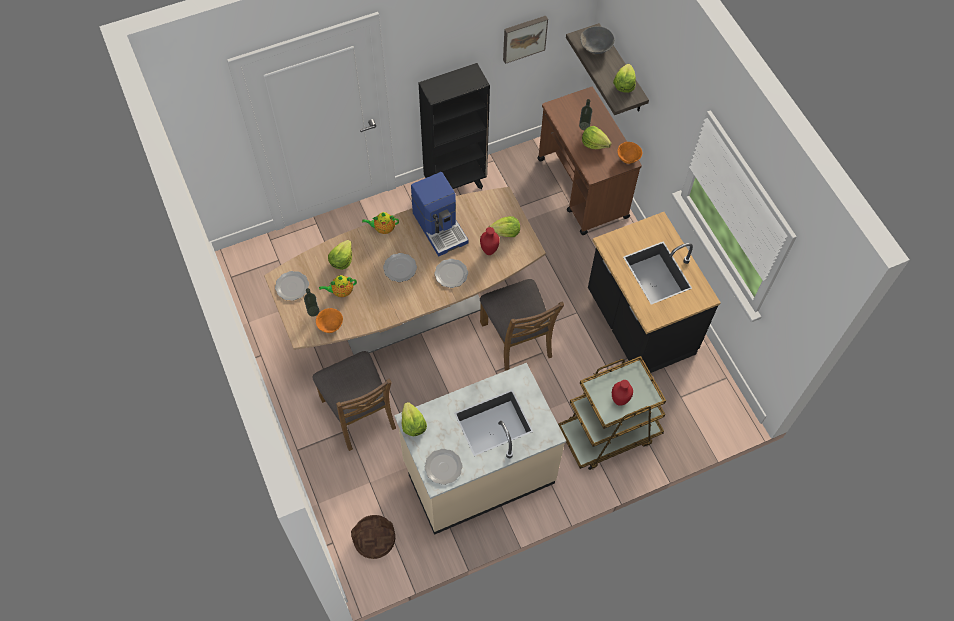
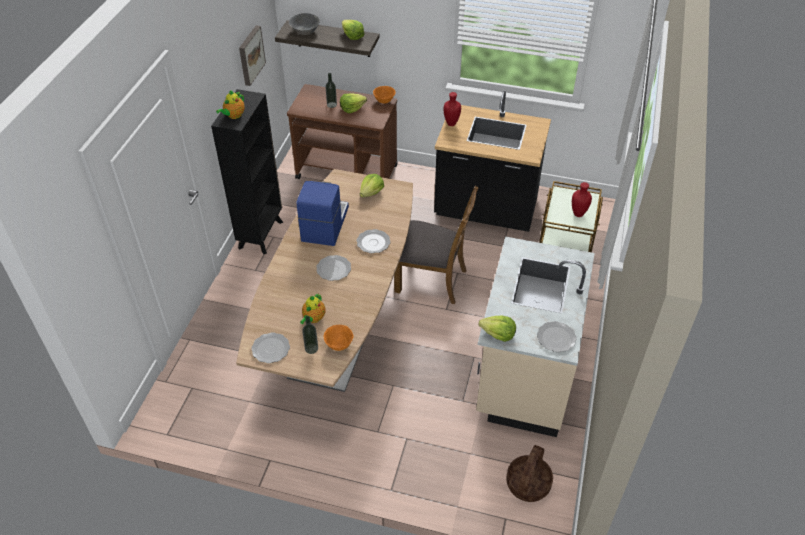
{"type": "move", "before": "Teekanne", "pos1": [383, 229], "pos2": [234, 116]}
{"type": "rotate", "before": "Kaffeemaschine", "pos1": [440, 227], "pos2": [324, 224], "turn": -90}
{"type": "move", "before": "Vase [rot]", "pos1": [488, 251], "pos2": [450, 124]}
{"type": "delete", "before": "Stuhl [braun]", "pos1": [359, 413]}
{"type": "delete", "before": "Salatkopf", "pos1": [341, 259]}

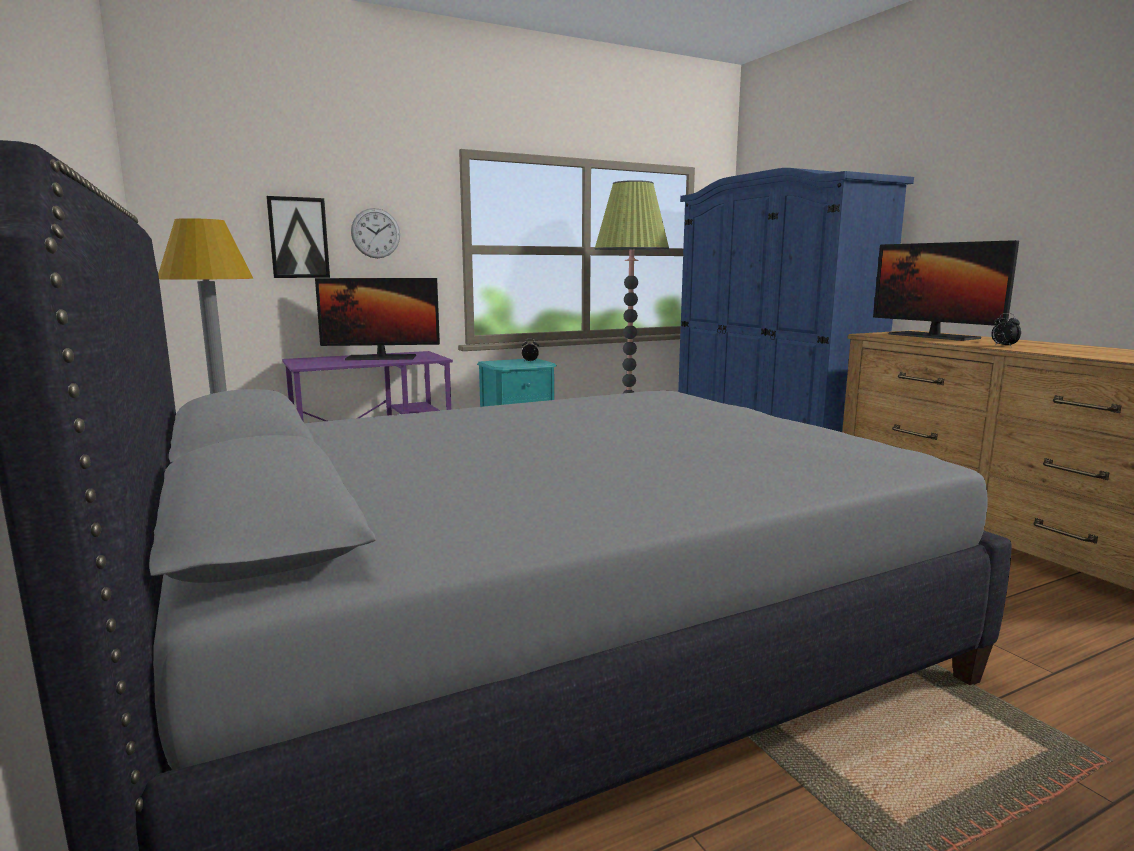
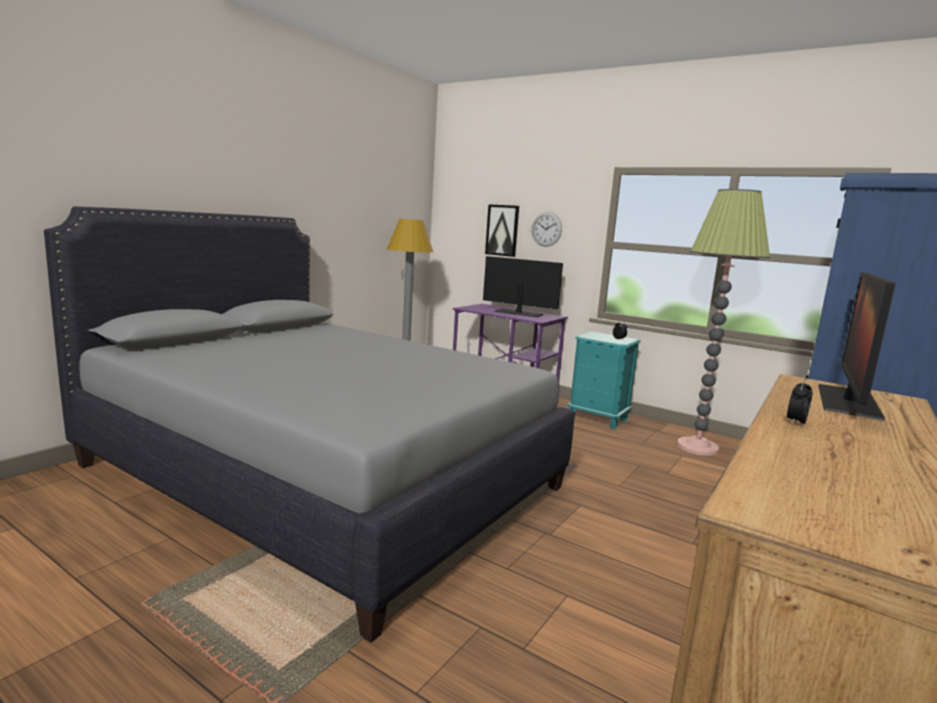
{"type": "rotate", "before": "Monitor", "pos1": [381, 357], "pos2": [518, 313], "turn": 150}

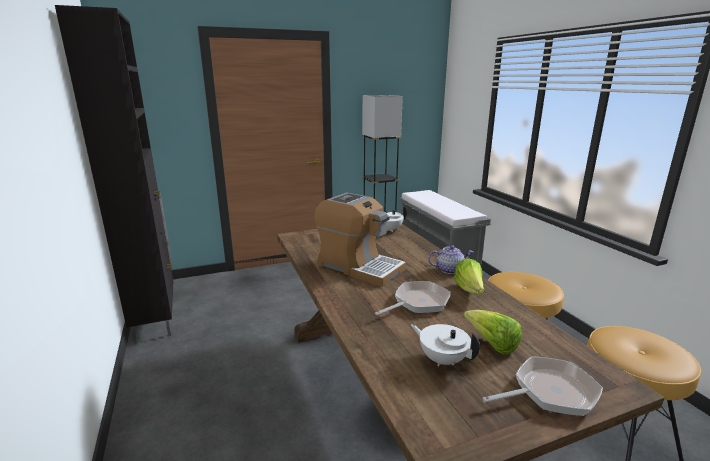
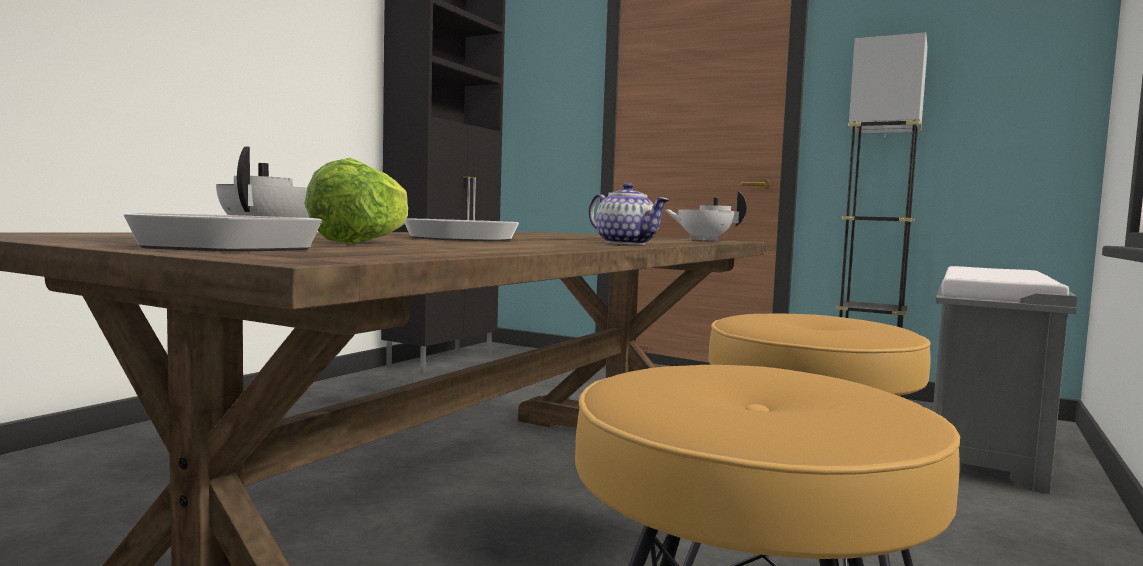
{"type": "delete", "before": "Kaffeemaschine", "pos1": [359, 267]}
{"type": "delete", "before": "Salatkopf", "pos1": [469, 290]}

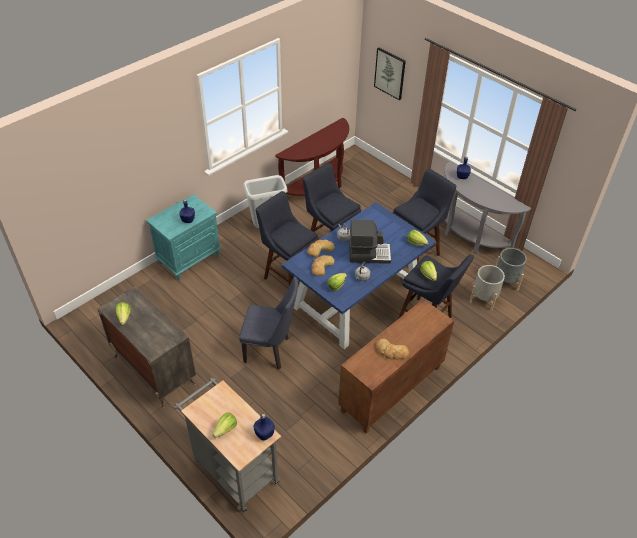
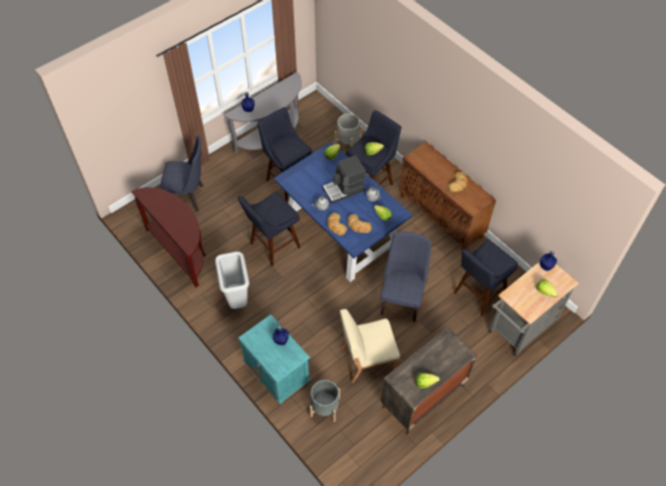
{"type": "insert", "after": "Stuhl [blau]", "pos2": [189, 197]}
{"type": "move", "before": "Pflanzkübel [grau]", "pos1": [506, 281], "pos2": [325, 407]}
{"type": "rotate", "before": "Kaffeemaschine", "pos1": [369, 254], "pos2": [344, 190], "turn": -120}
{"type": "insert", "after": "Stuhl [beige]", "pos2": [367, 359]}
{"type": "move", "before": "Hocker [blau]", "pos1": [288, 276], "pos2": [477, 295]}
{"type": "delete", "before": "Bild", "pos1": [390, 73]}

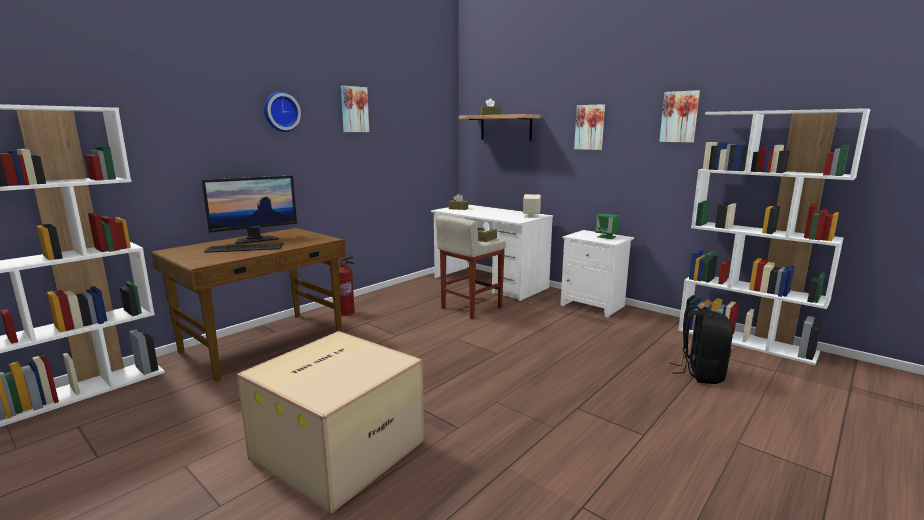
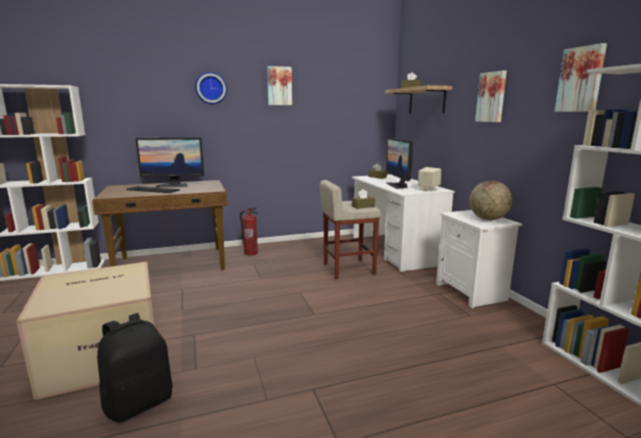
{"type": "move", "before": "Rucksack [schwarz]", "pos1": [700, 373], "pos2": [139, 402]}
{"type": "insert", "after": "Monitor", "pos2": [398, 185]}
{"type": "replace", "before": "Lautsprecher [grün]", "after": "Globus", "pos1": [606, 237], "pos2": [488, 219]}

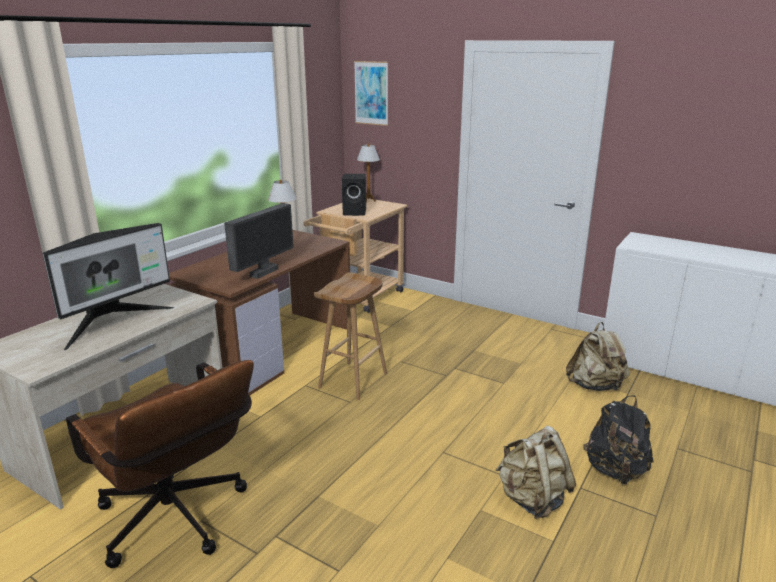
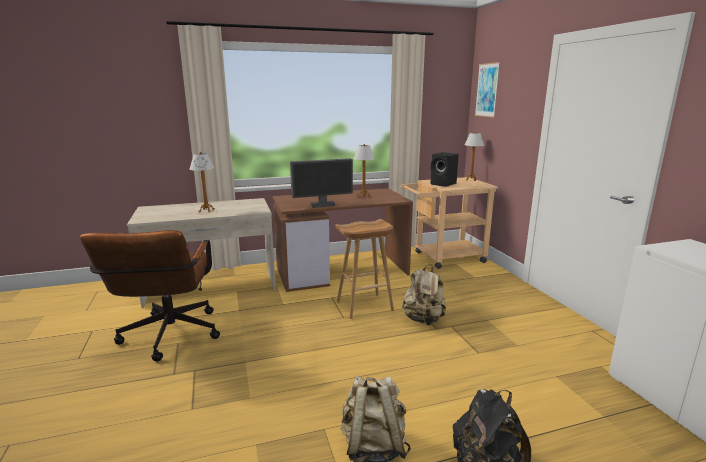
{"type": "replace", "before": "Monitor", "after": "Tischlampe", "pos1": [114, 323], "pos2": [206, 210]}
{"type": "move", "before": "Rucksack [beige]", "pos1": [595, 386], "pos2": [423, 320]}

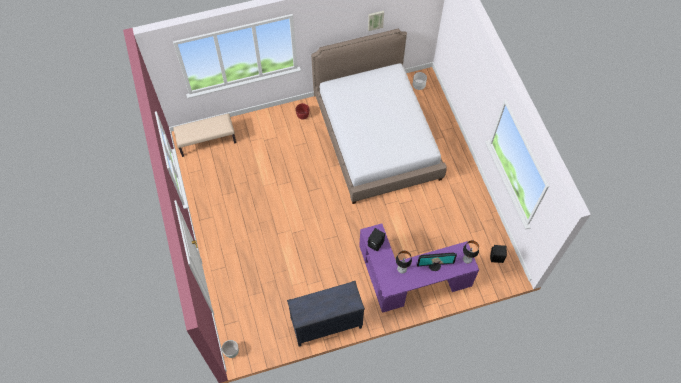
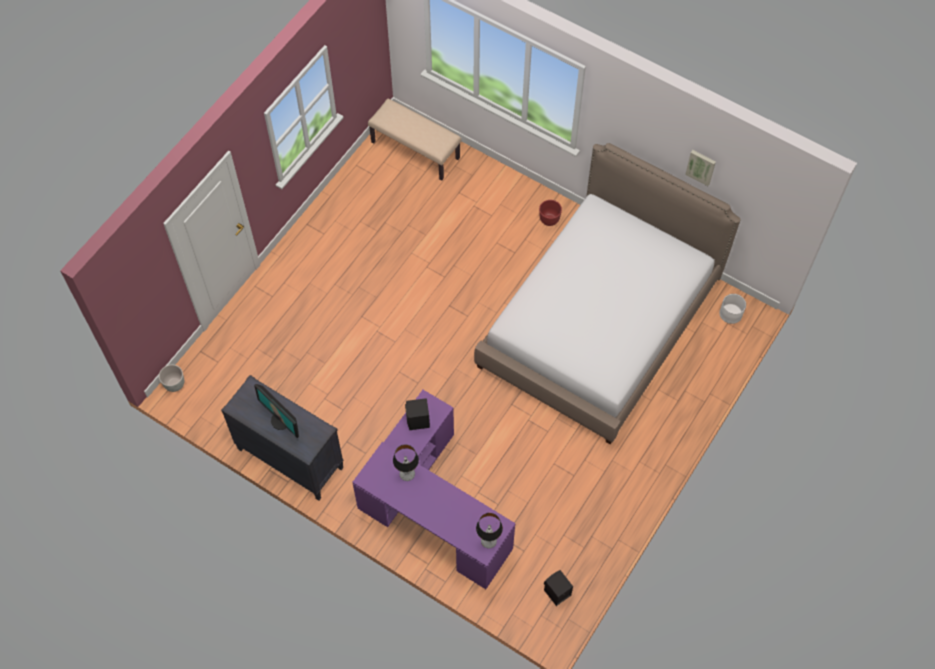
{"type": "move", "before": "Monitor", "pos1": [434, 265], "pos2": [280, 420]}

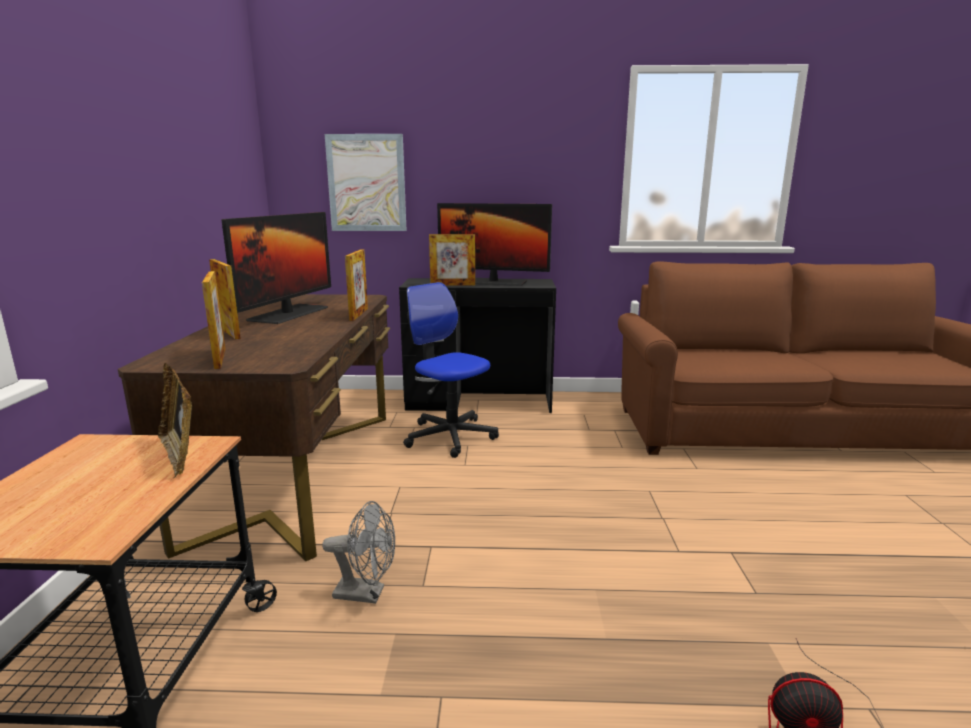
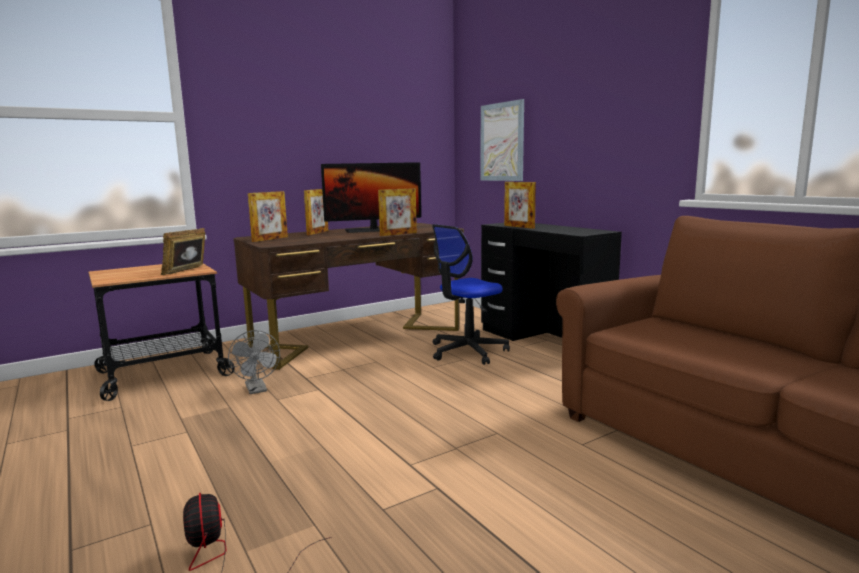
{"type": "rotate", "before": "Bürostuhl", "pos1": [450, 436], "pos2": [467, 351], "turn": -135}
{"type": "delete", "before": "Monitor", "pos1": [493, 282]}

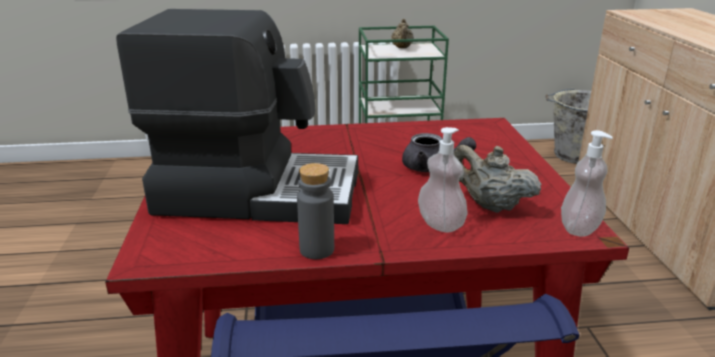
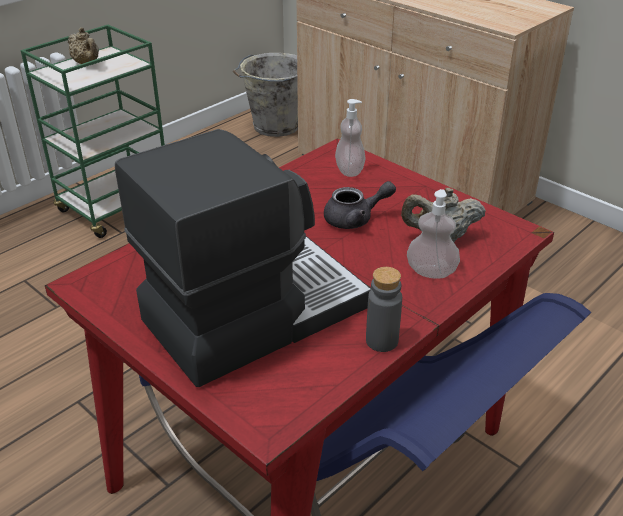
{"type": "move", "before": "Seifenspender", "pos1": [579, 228], "pos2": [349, 170]}

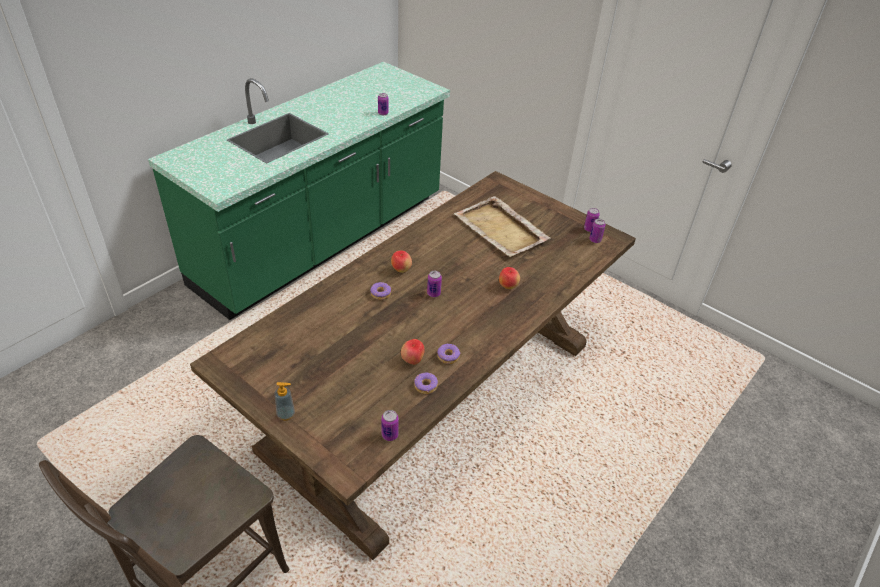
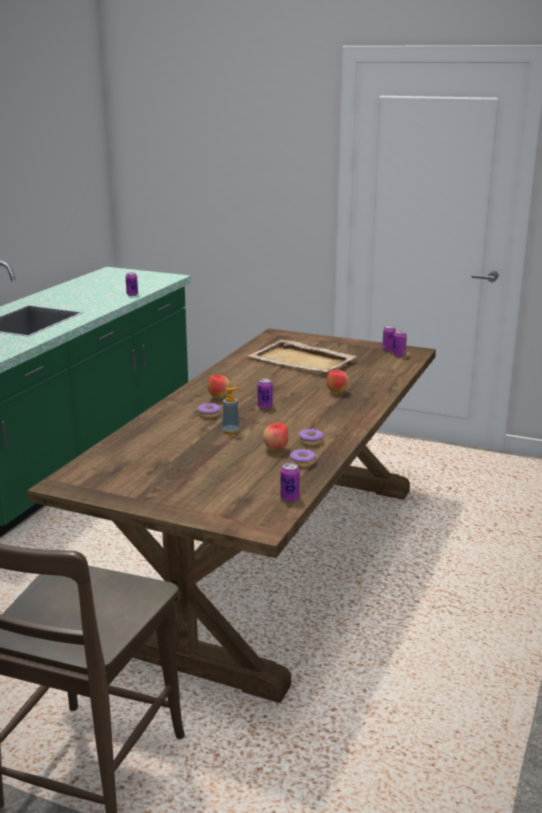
{"type": "move", "before": "Seifenspender", "pos1": [286, 414], "pos2": [231, 431]}

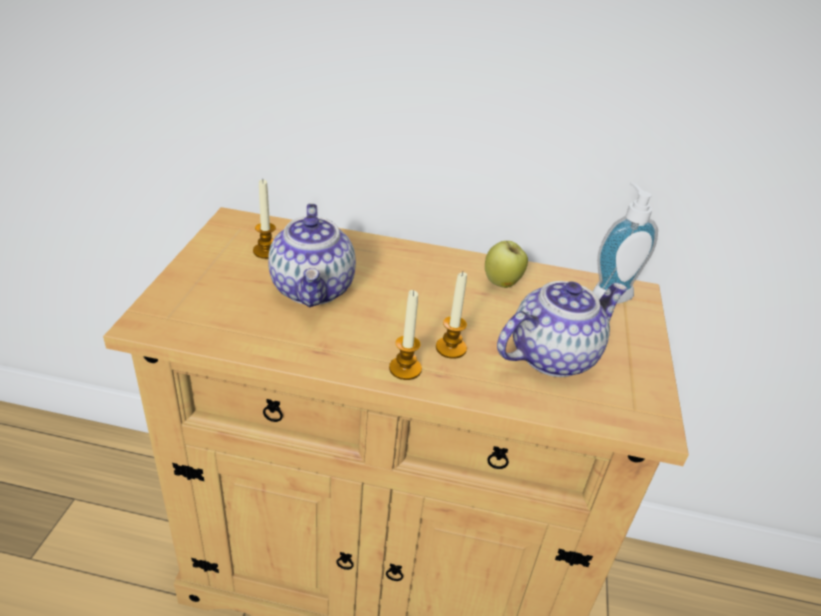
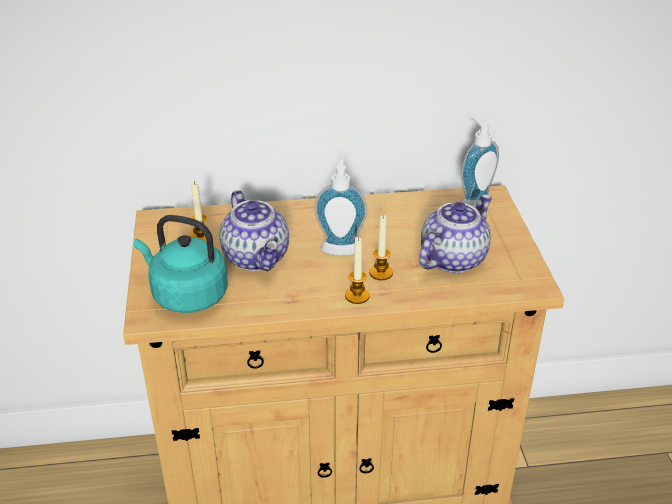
{"type": "insert", "after": "Wasserkessel [türkis]", "pos2": [186, 295]}
{"type": "insert", "after": "Seifenspender", "pos2": [340, 247]}
{"type": "delete", "before": "Apfel", "pos1": [502, 284]}

